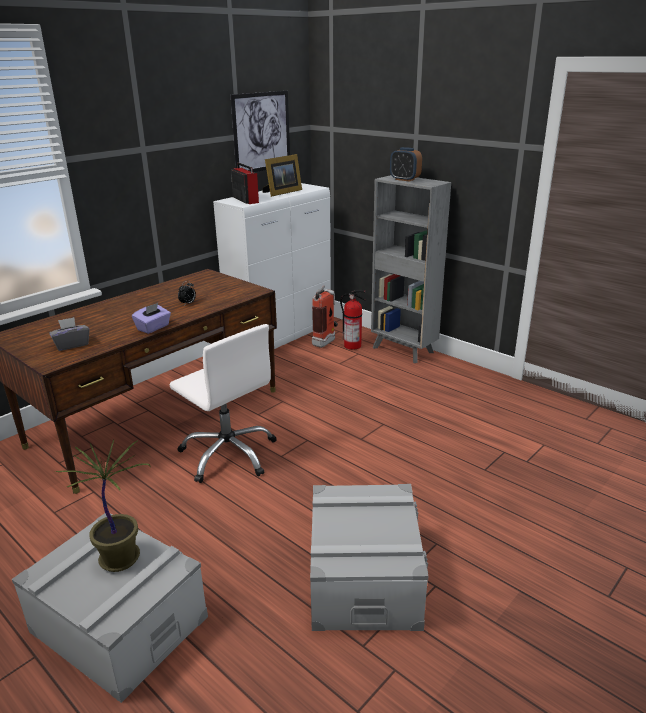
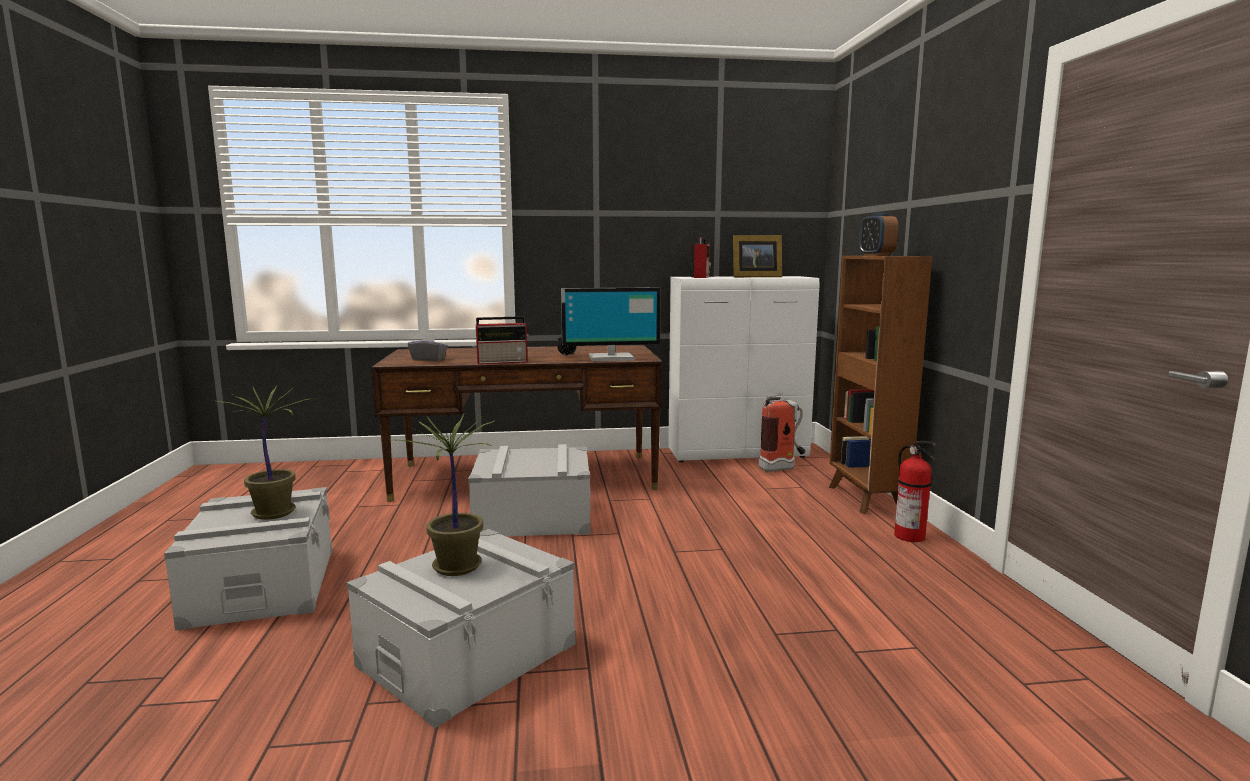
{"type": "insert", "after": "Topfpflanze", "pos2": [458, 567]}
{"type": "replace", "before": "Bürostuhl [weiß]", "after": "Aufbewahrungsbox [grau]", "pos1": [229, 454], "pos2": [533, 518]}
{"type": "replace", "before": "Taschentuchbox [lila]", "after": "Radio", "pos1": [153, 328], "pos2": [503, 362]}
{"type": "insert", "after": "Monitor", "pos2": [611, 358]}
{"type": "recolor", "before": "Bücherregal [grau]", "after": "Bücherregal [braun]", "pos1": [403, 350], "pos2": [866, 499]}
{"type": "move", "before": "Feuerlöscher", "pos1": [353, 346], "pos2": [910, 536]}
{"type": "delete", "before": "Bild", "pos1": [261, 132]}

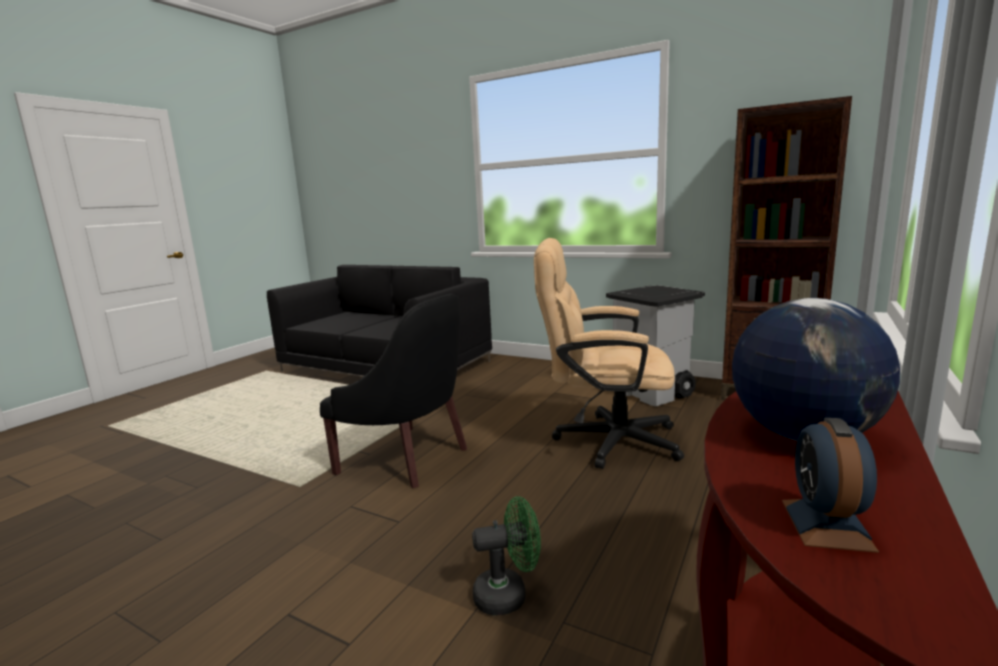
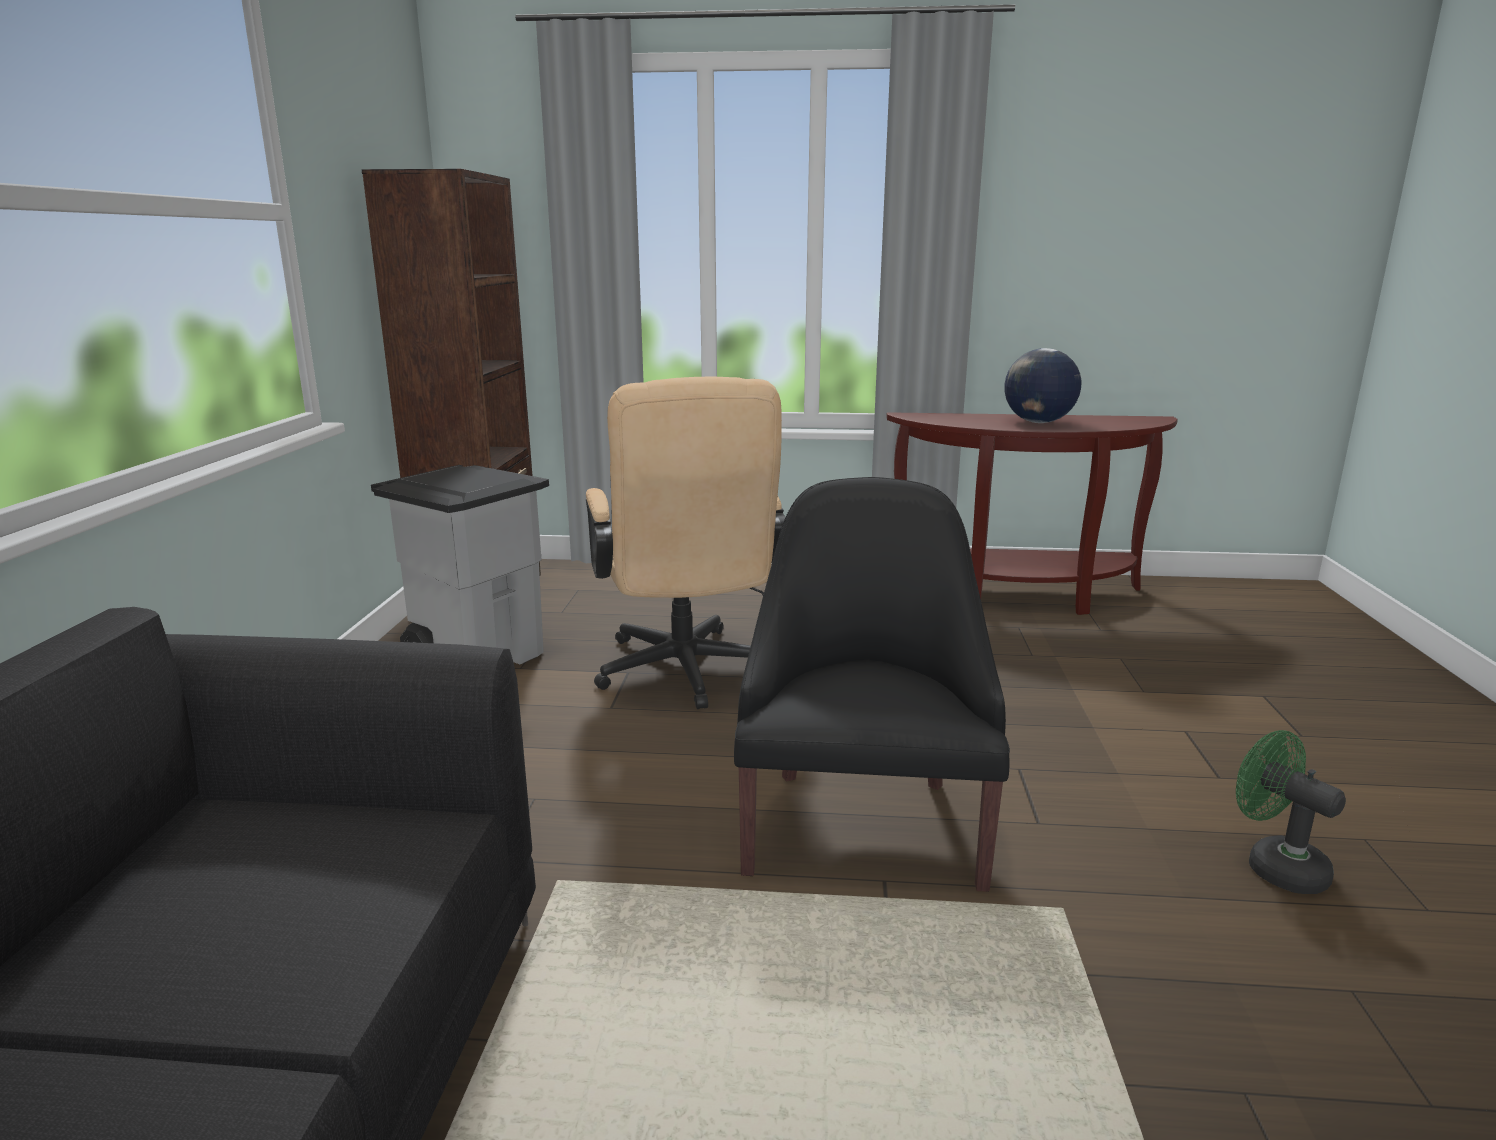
{"type": "move", "before": "Ventilator [grün]", "pos1": [509, 594], "pos2": [1275, 865]}
{"type": "delete", "before": "Wecker", "pos1": [826, 524]}

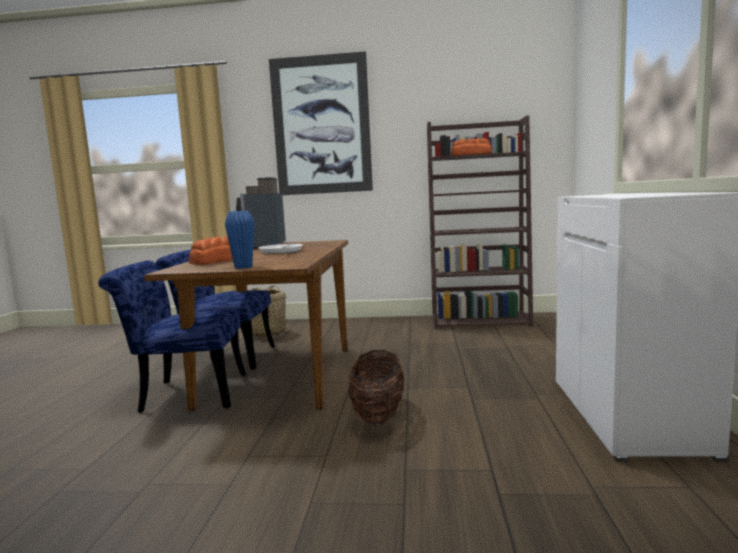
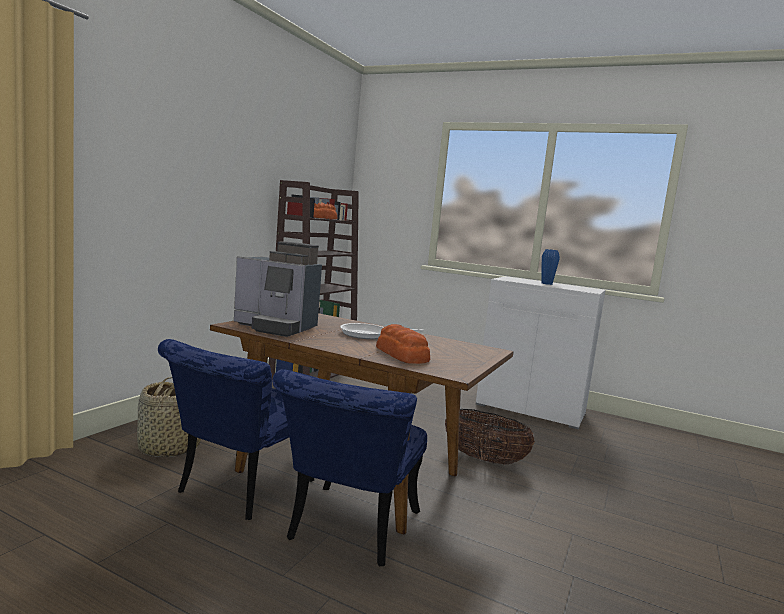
{"type": "move", "before": "Vase [blau]", "pos1": [243, 267], "pos2": [546, 284]}
{"type": "delete", "before": "Bild", "pos1": [321, 125]}

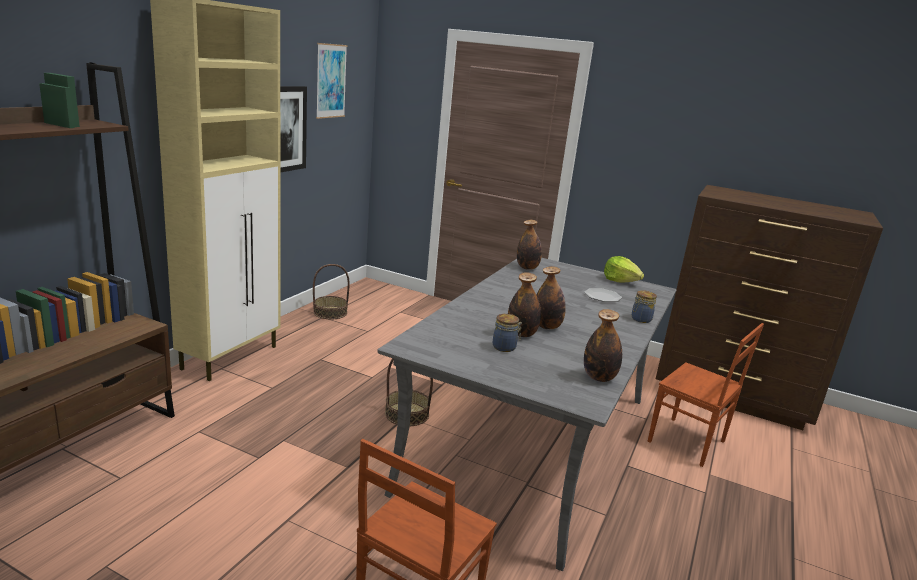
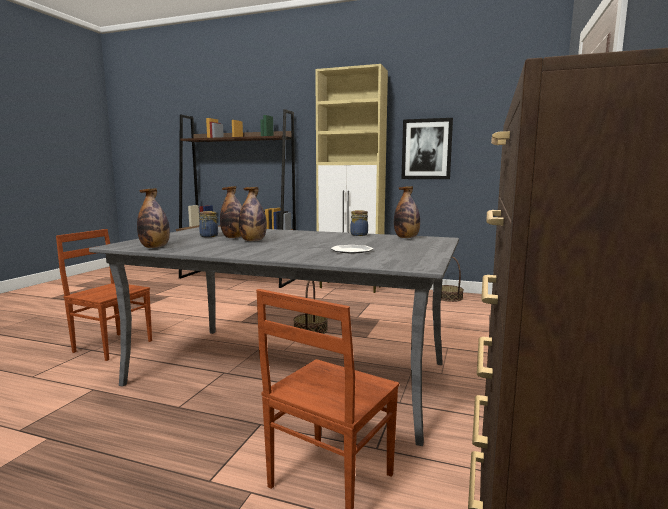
{"type": "move", "before": "Vorratsglas", "pos1": [640, 319], "pos2": [358, 234]}
{"type": "delete", "before": "Bild", "pos1": [331, 81]}
{"type": "delete", "before": "Salatkopf", "pos1": [620, 281]}

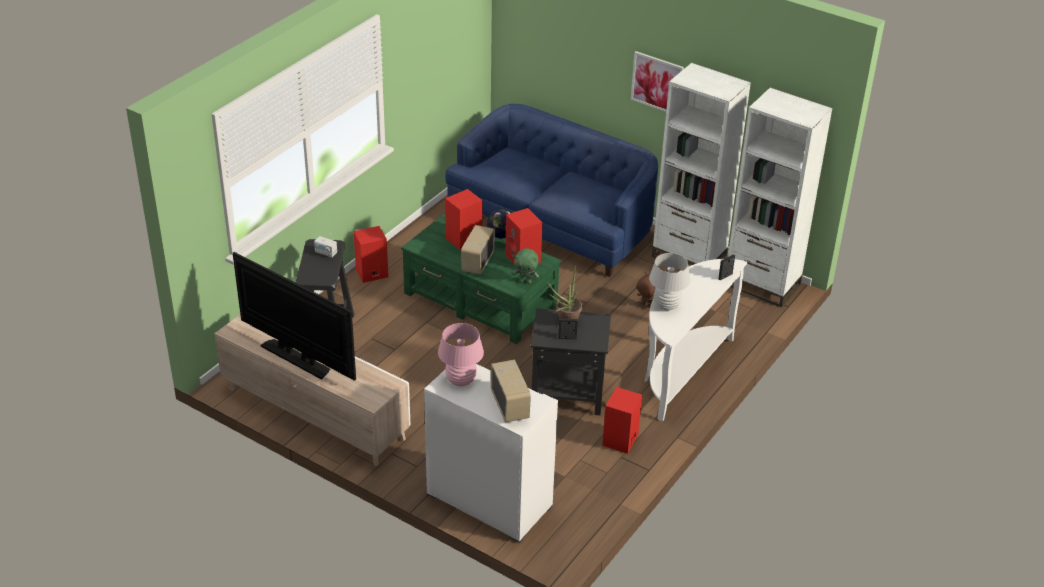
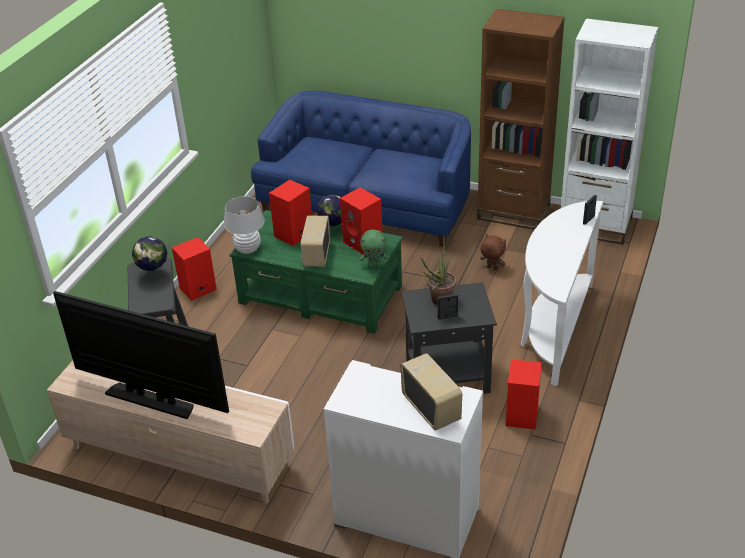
{"type": "replace", "before": "Radio", "after": "Globus", "pos1": [326, 253], "pos2": [154, 274]}
{"type": "move", "before": "Tischlampe [weiß]", "pos1": [666, 305], "pos2": [247, 249]}
{"type": "recolor", "before": "Bücherregal [weiß]", "after": "Bücherregal [braun]", "pos1": [689, 257], "pos2": [513, 213]}
{"type": "delete", "before": "Tischlampe [rosa]", "pos1": [461, 380]}
{"type": "delete", "before": "Bild", "pos1": [657, 83]}

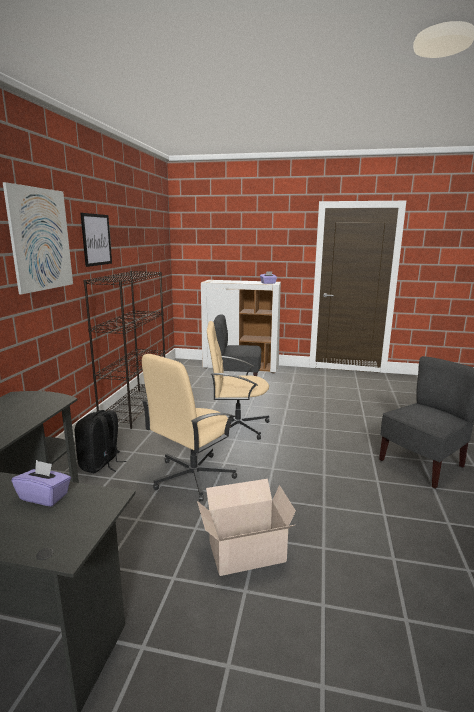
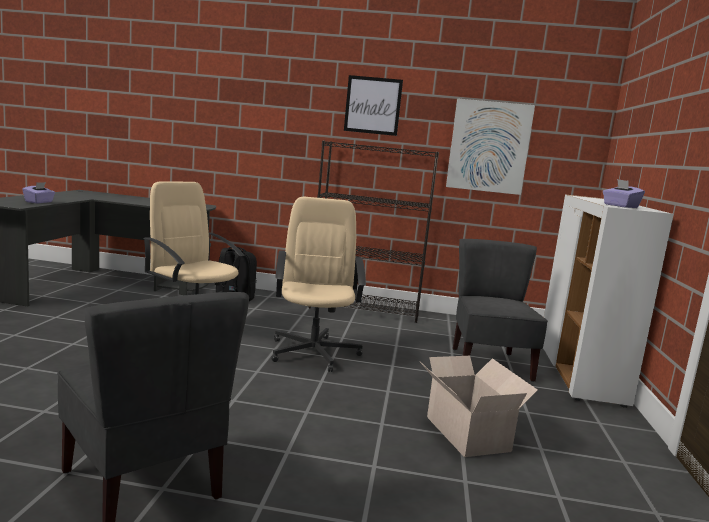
{"type": "move", "before": "Karton", "pos1": [244, 552], "pos2": [466, 432]}
{"type": "move", "before": "Bild", "pos1": [41, 239], "pos2": [489, 147]}

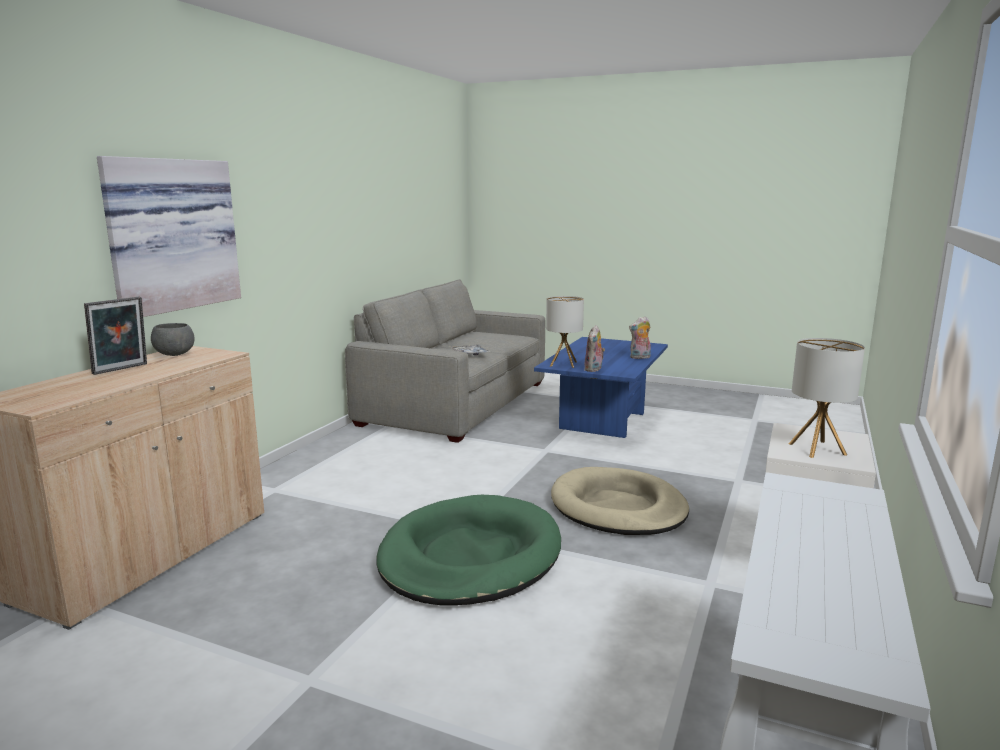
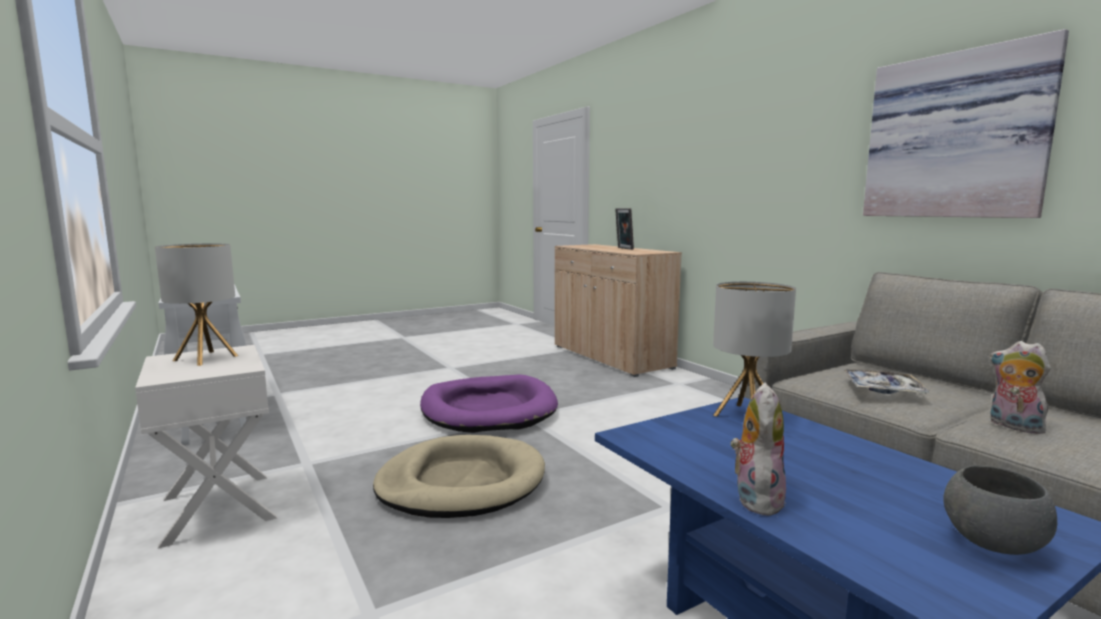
{"type": "recolor", "before": "Hundebett [grün]", "after": "Hundebett [lila]", "pos1": [470, 556], "pos2": [488, 409]}
{"type": "move", "before": "Bild", "pos1": [170, 235], "pos2": [956, 136]}
{"type": "move", "before": "Schüssel [grau]", "pos1": [174, 355], "pos2": [991, 544]}
{"type": "move", "before": "Plüschtier", "pos1": [594, 369], "pos2": [1013, 426]}

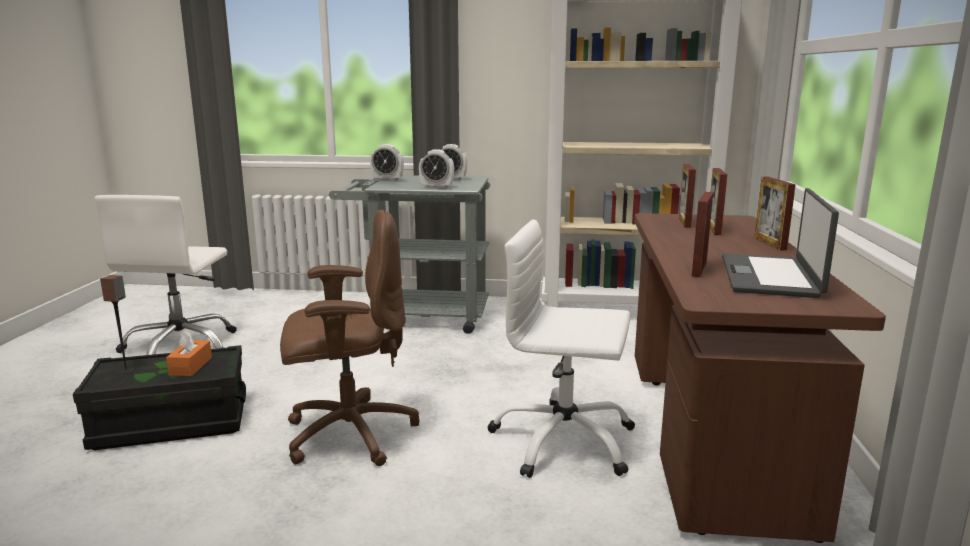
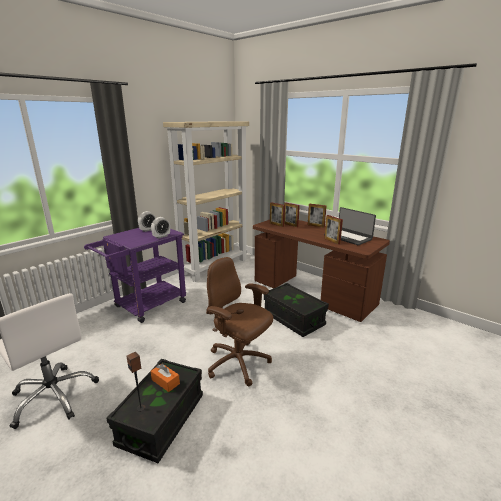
{"type": "recolor", "before": "Rollwagen [grau]", "after": "Rollwagen [lila]", "pos1": [419, 316], "pos2": [145, 306]}
{"type": "rotate", "before": "Bürostuhl [braun]", "pos1": [348, 434], "pos2": [238, 364], "turn": -75}
{"type": "replace", "before": "Bürostuhl [weiß]", "after": "Aufbewahrungsbox [schwarz]", "pos1": [563, 441], "pos2": [293, 319]}
{"type": "delete", "before": "Wecker", "pos1": [387, 180]}

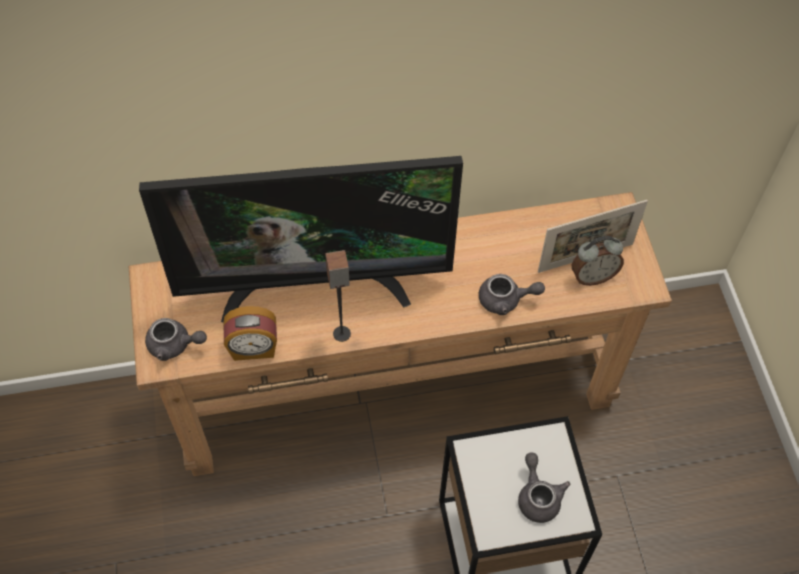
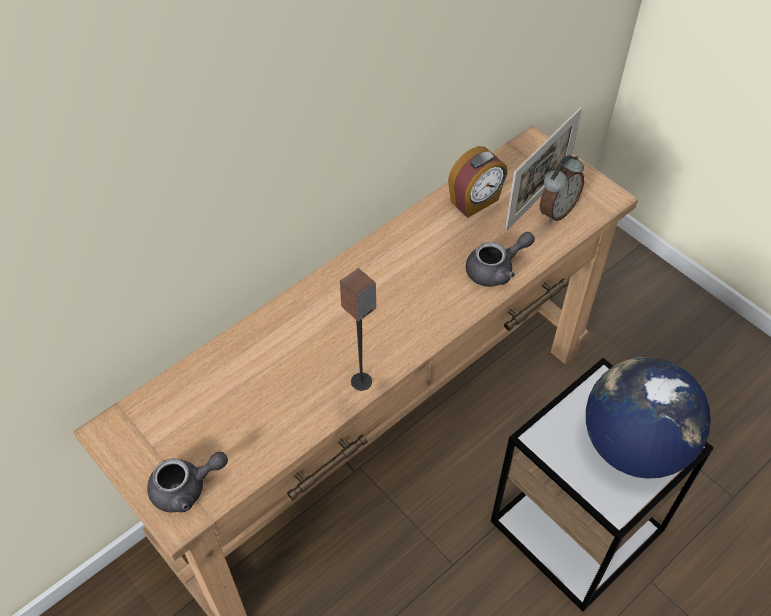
{"type": "move", "before": "Wecker", "pos1": [253, 348], "pos2": [475, 202]}
{"type": "replace", "before": "Teekanne [grau]", "after": "Globus", "pos1": [538, 496], "pos2": [633, 445]}
{"type": "delete", "before": "Fernseher", "pos1": [314, 284]}

